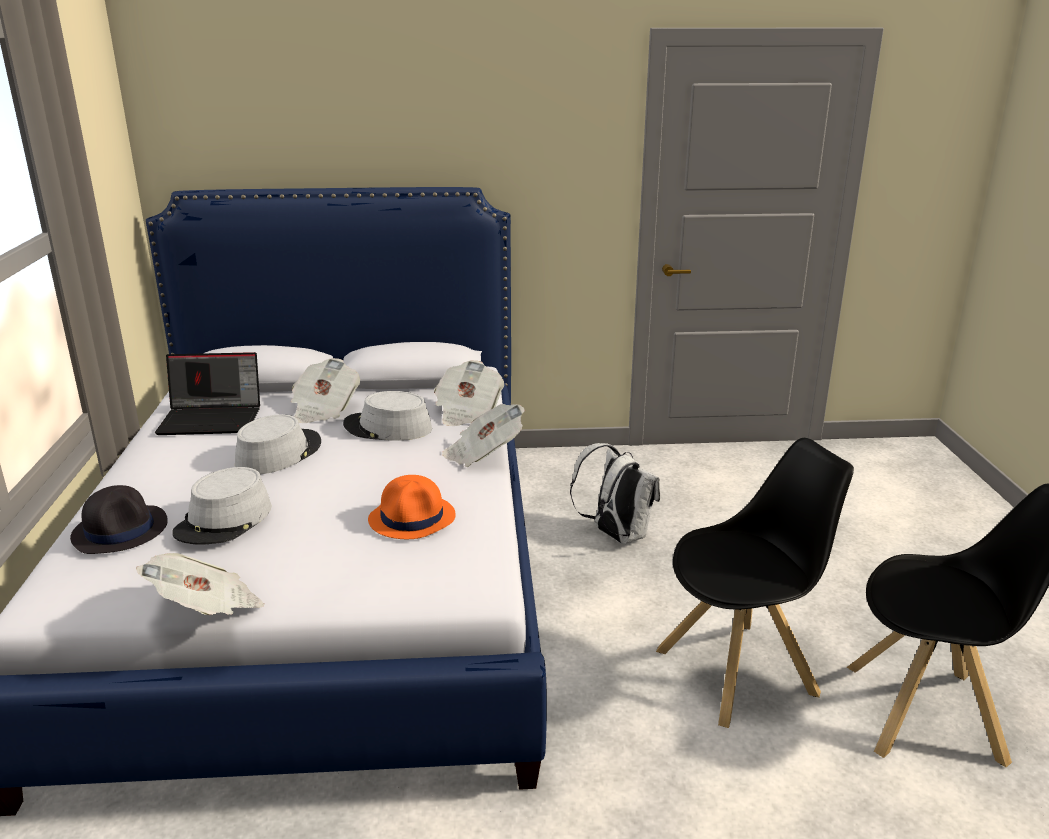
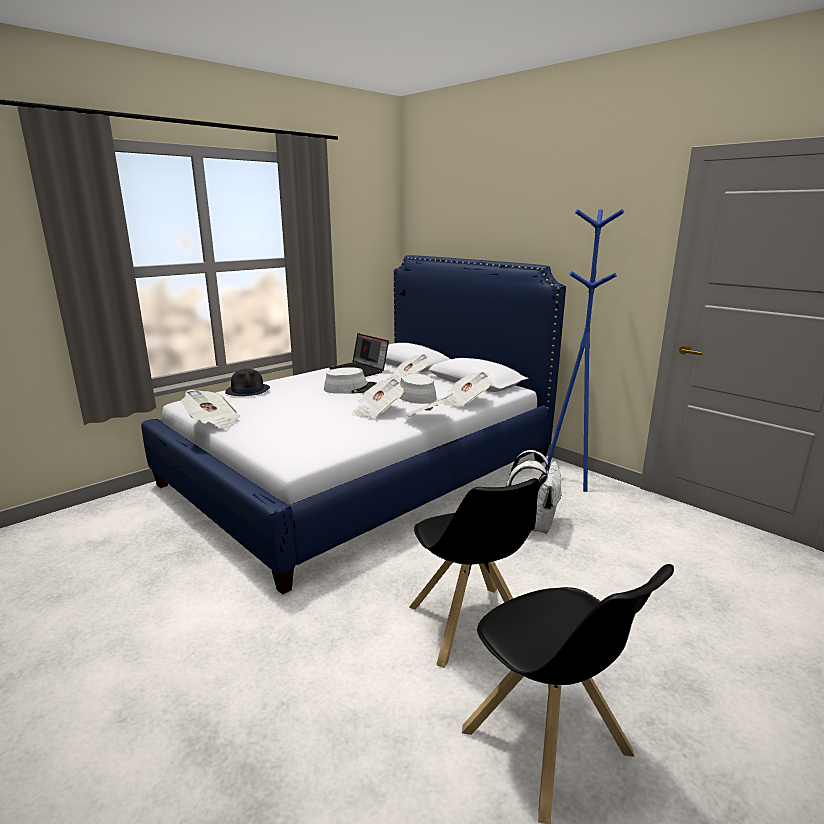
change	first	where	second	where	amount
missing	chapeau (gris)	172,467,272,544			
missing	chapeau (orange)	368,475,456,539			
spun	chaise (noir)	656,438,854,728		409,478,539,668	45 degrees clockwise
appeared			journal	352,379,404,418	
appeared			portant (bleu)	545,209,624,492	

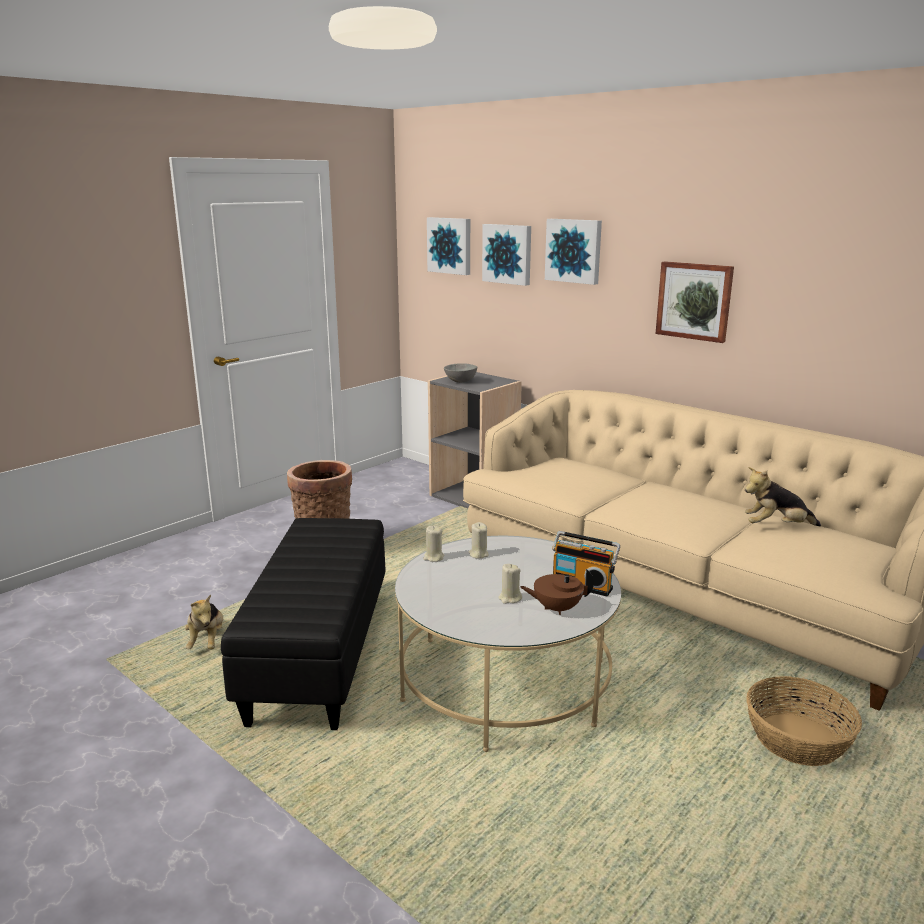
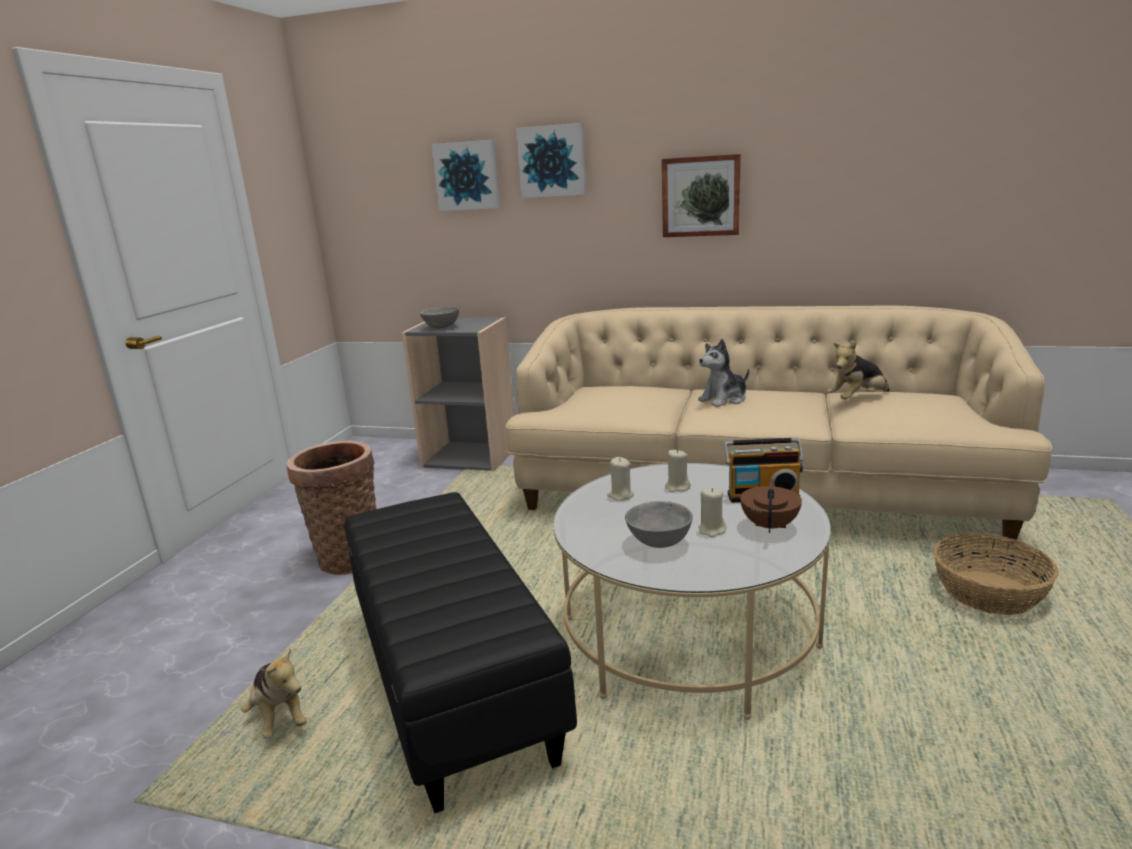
change	first	where	second	where	amount
relocated	bougie (beige)	423,526,444,562		665,449,691,492	
missing	tableau	427,217,470,275			
spun	théière (marron)	520,569,594,615		740,480,802,533	135 degrees clockwise
appeared			bol (gris)	625,501,693,548	
appeared			peluche	698,339,749,407	

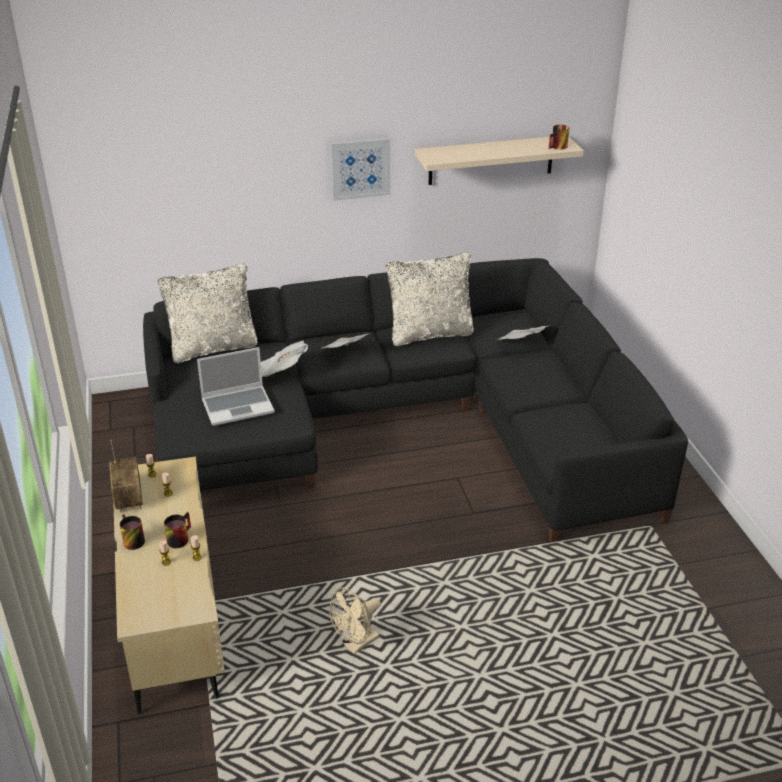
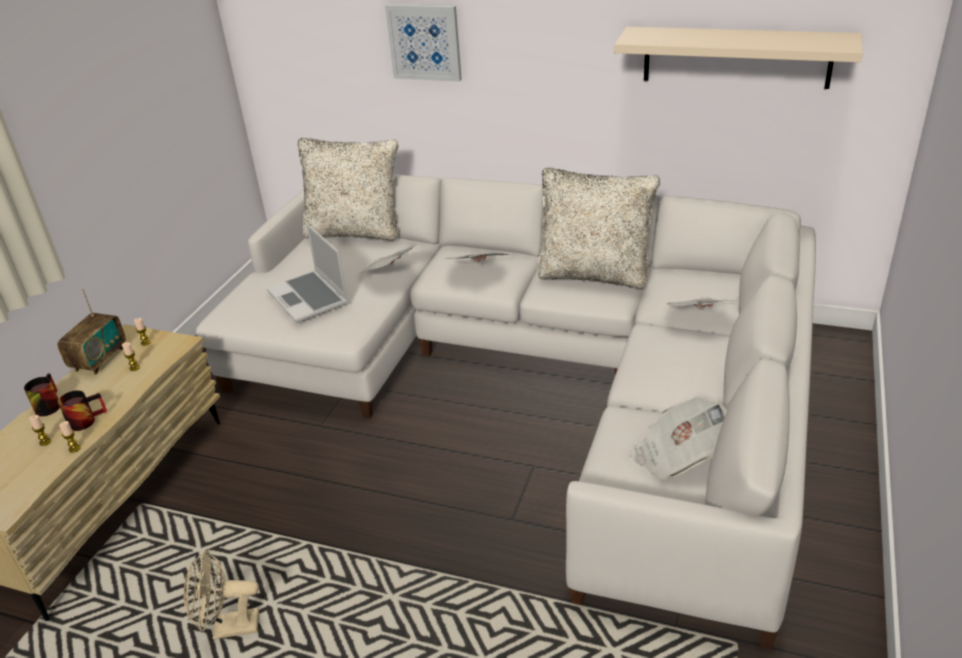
change	first	where	second	where	amount
colour	canapé (noir)	143,258,688,542	canapé (blanc)	196,174,816,650	
spun	ordinateur portable	197,347,275,426		267,223,348,323	45 degrees clockwise
relocated	tableau	331,138,390,201		385,4,462,82	
missing	mug	549,125,569,150			
appeared			journal	629,397,727,481	

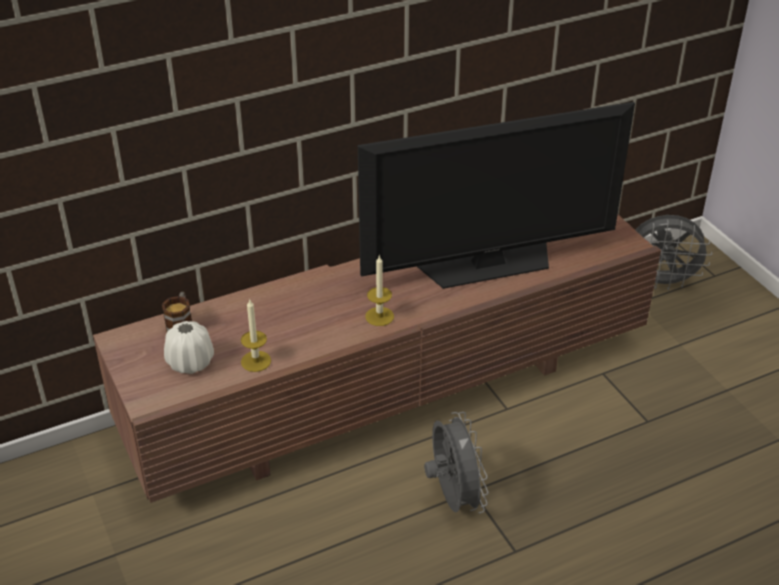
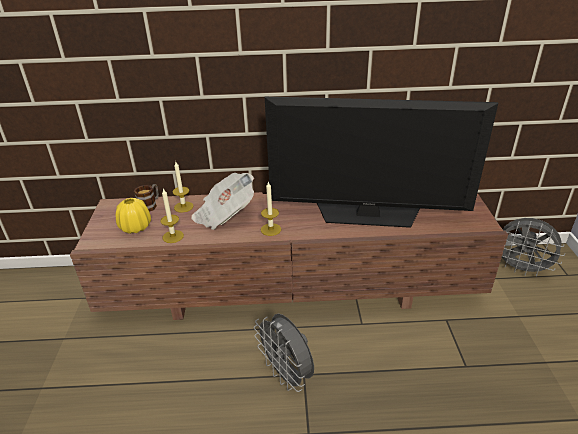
change	first	where	second	where	amount
colour	vase (blanc)	164,321,214,374	vase (jaune)	116,198,151,234	
spun	ventilateur (gris)	424,412,488,513		254,314,314,392	135 degrees clockwise
appeared			bougie	173,162,194,213	
appeared			journal	191,173,254,230	

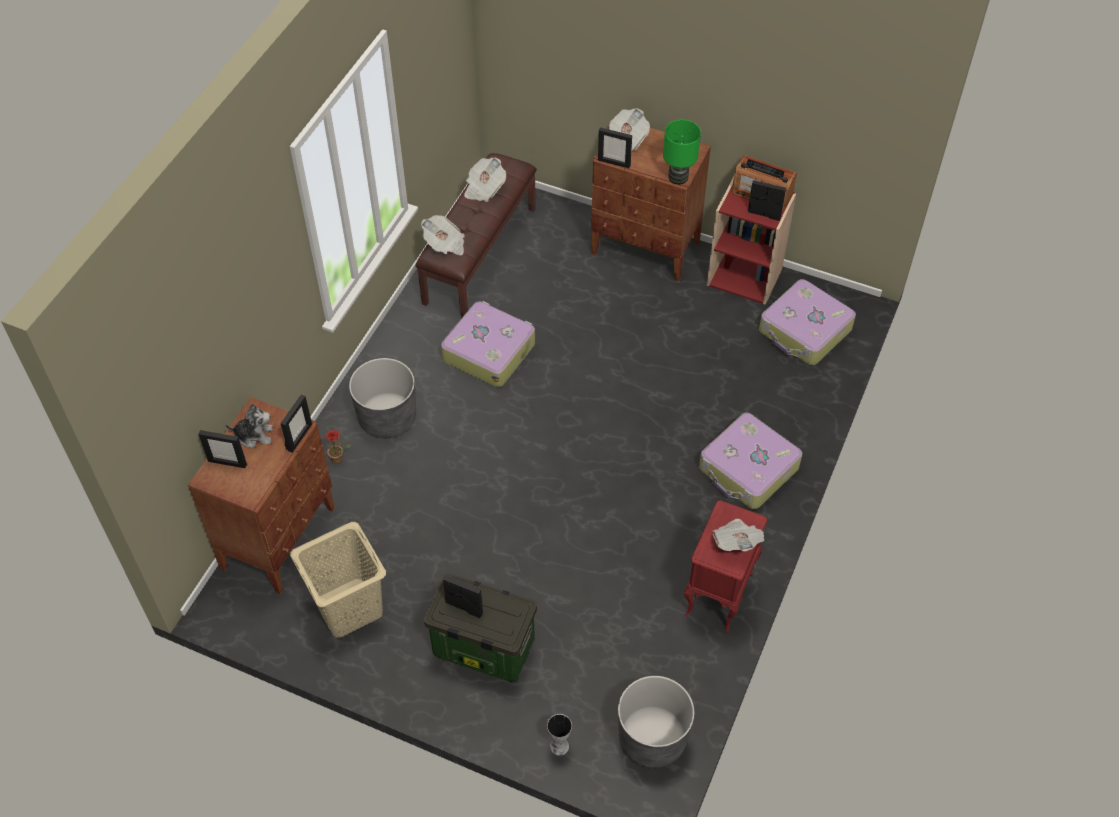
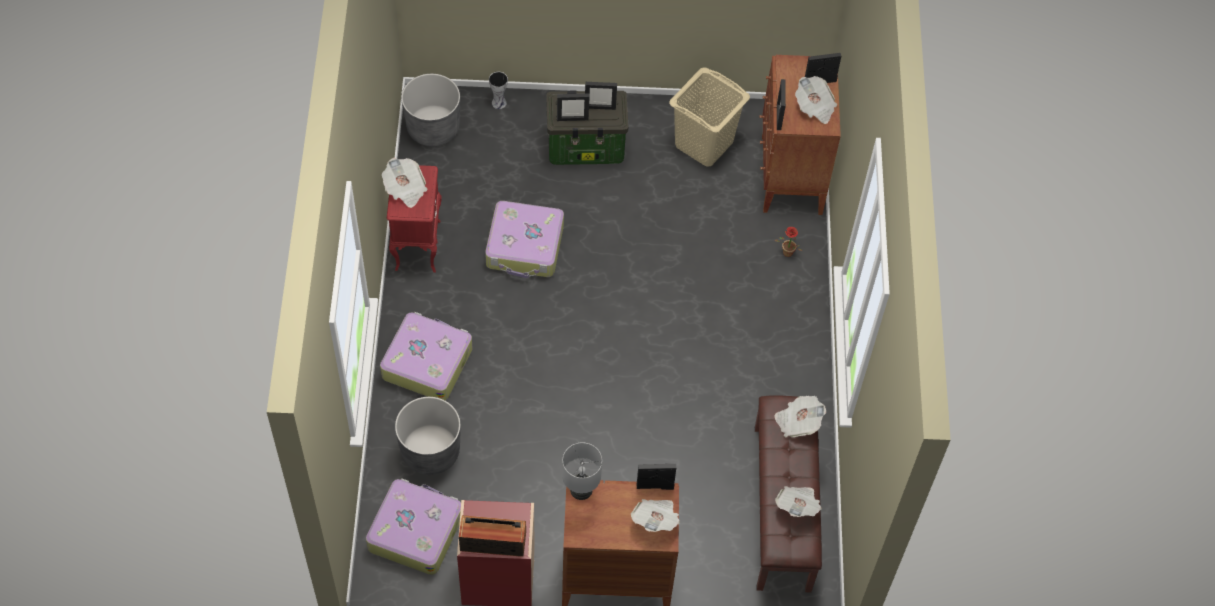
change	first	where	second	where	amount
exchanged	peluche	225,404,273,448	journal	795,76,837,124	
relocated	cache-pot (gris)	349,358,416,438		395,397,461,475	
relocated	valise	441,301,535,387		485,201,564,278	
colour	lampe de table (vert)	663,120,701,184	lampe de table (gris)	562,442,602,500	
relocated	cadre photo	748,180,786,221		557,94,589,121	

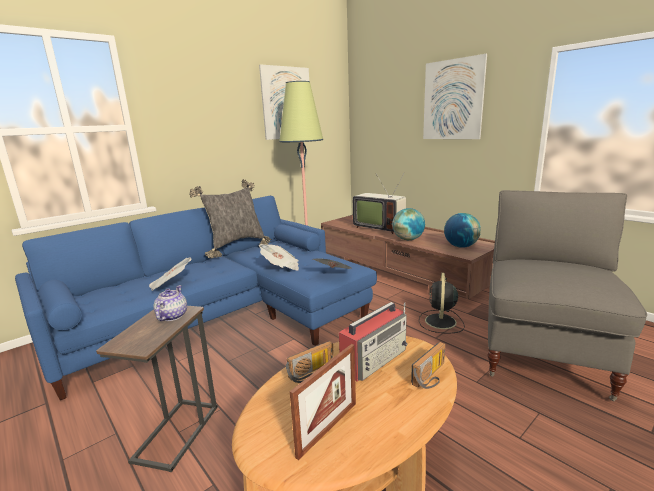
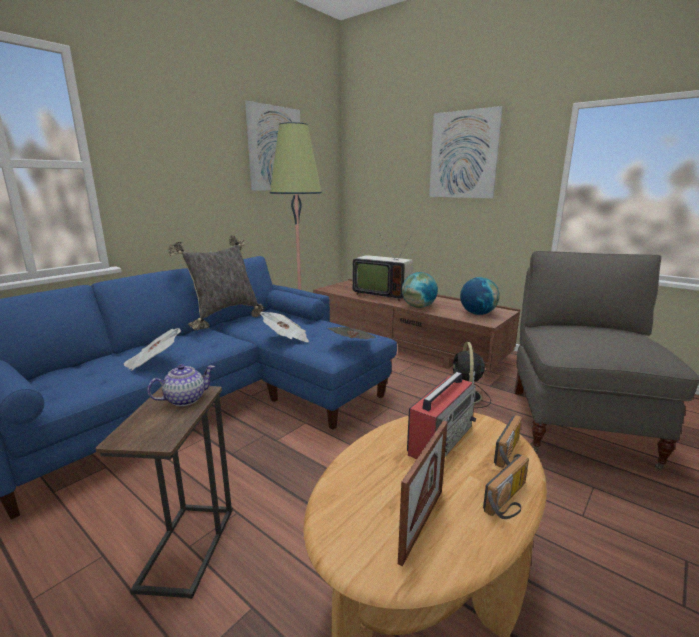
change	first	where	second	where	amount
spun	théière	154,285,187,321		147,364,215,406	60 degrees clockwise
relocated	radio	286,341,334,383		483,455,529,519	

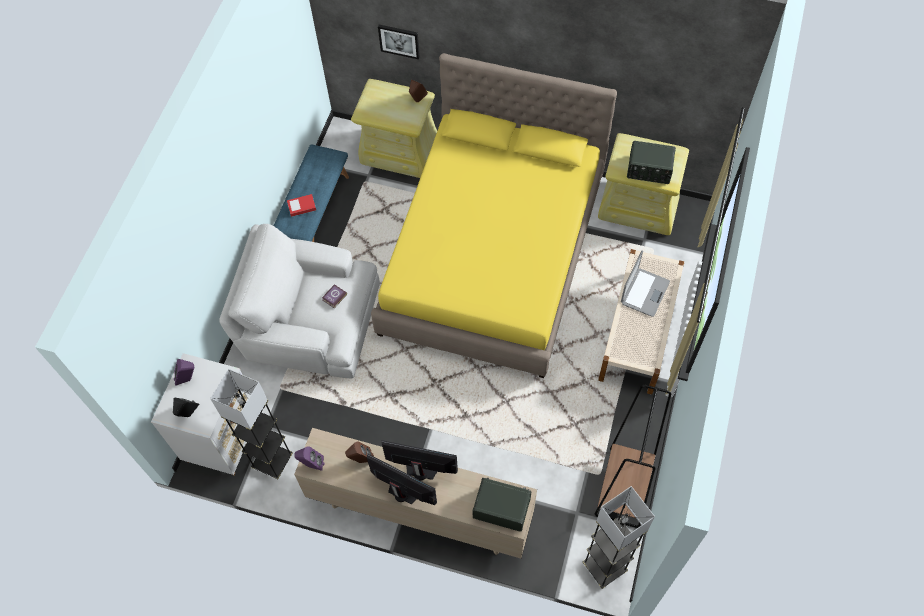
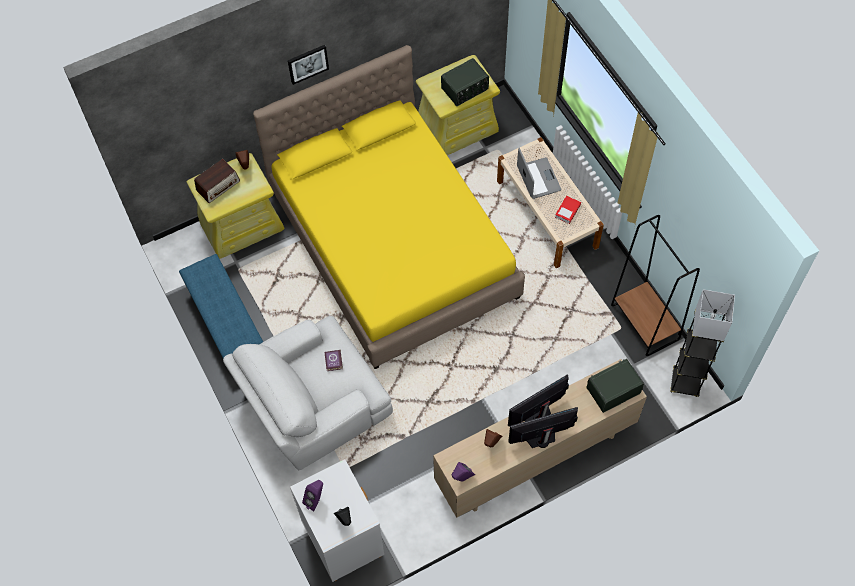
change	first	where	second	where	amount
missing	lampadaire (gris)	210,369,293,479			
relocated	livre	287,194,316,217		555,196,581,224	
relocated	tableau	378,25,420,59		288,45,329,85	
appeared			radio	194,159,240,203	

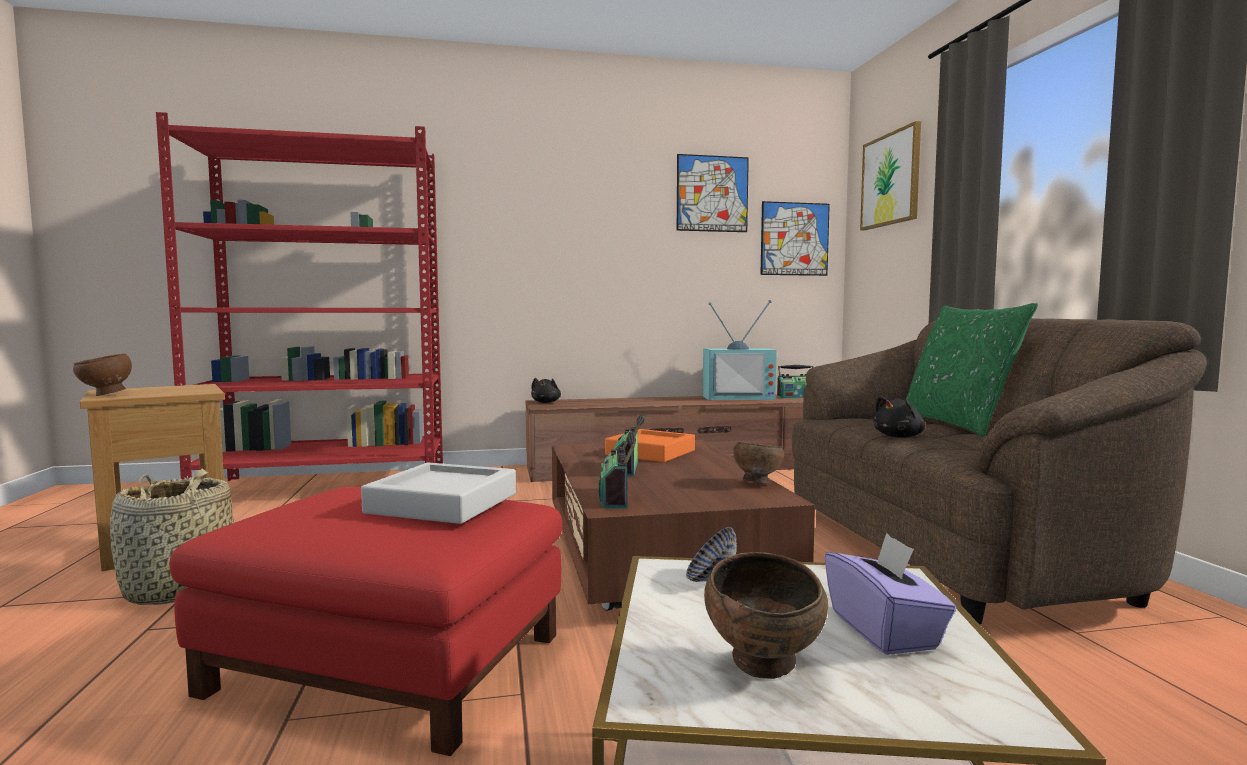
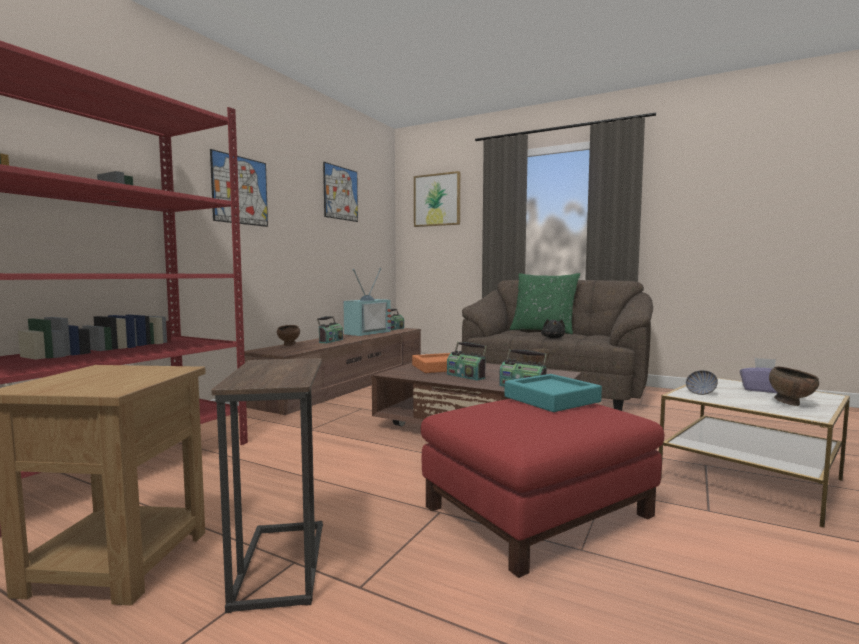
change	first	where	second	where	amount
relocated	bol (marron)	73,354,132,396		277,325,300,346	
exchanged	panier	110,468,234,605	table d'appoint (marron)	211,358,323,613	
colour	plateau (gris)	361,462,516,524	plateau (turquoise)	504,374,602,412	
missing	peluche (noir)	531,378,561,403			
relocated	tableau	760,201,830,276		210,149,268,227	
appeared			radio	317,316,343,343	

